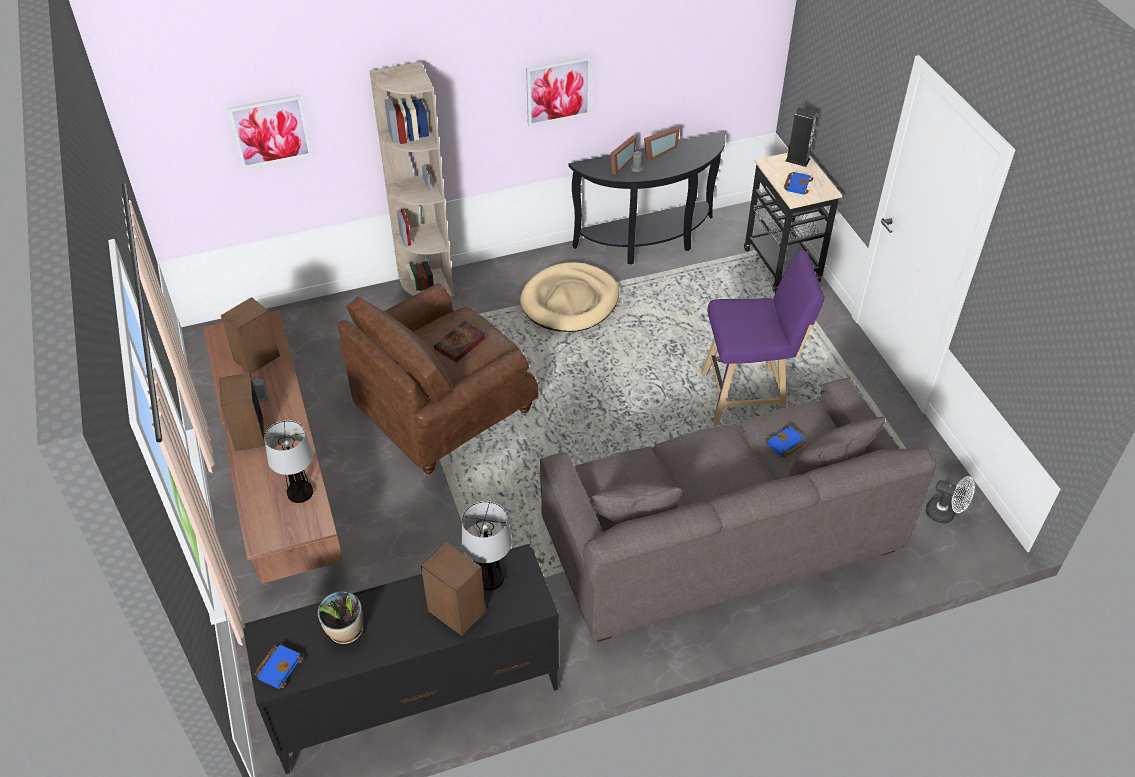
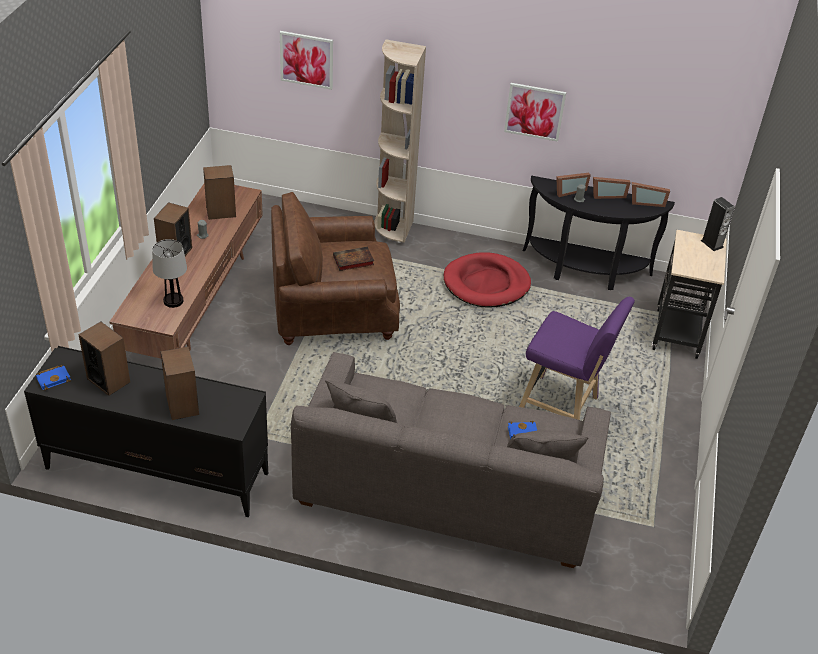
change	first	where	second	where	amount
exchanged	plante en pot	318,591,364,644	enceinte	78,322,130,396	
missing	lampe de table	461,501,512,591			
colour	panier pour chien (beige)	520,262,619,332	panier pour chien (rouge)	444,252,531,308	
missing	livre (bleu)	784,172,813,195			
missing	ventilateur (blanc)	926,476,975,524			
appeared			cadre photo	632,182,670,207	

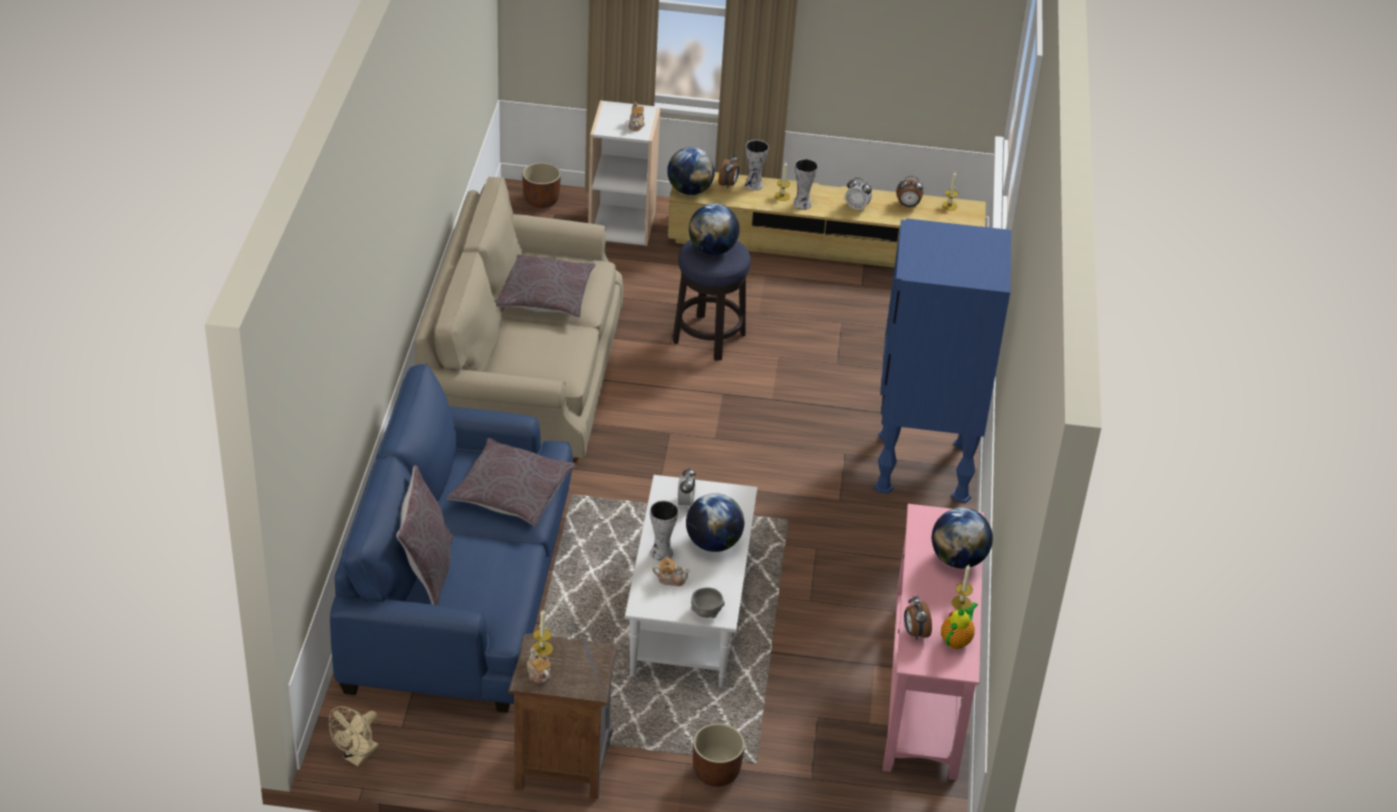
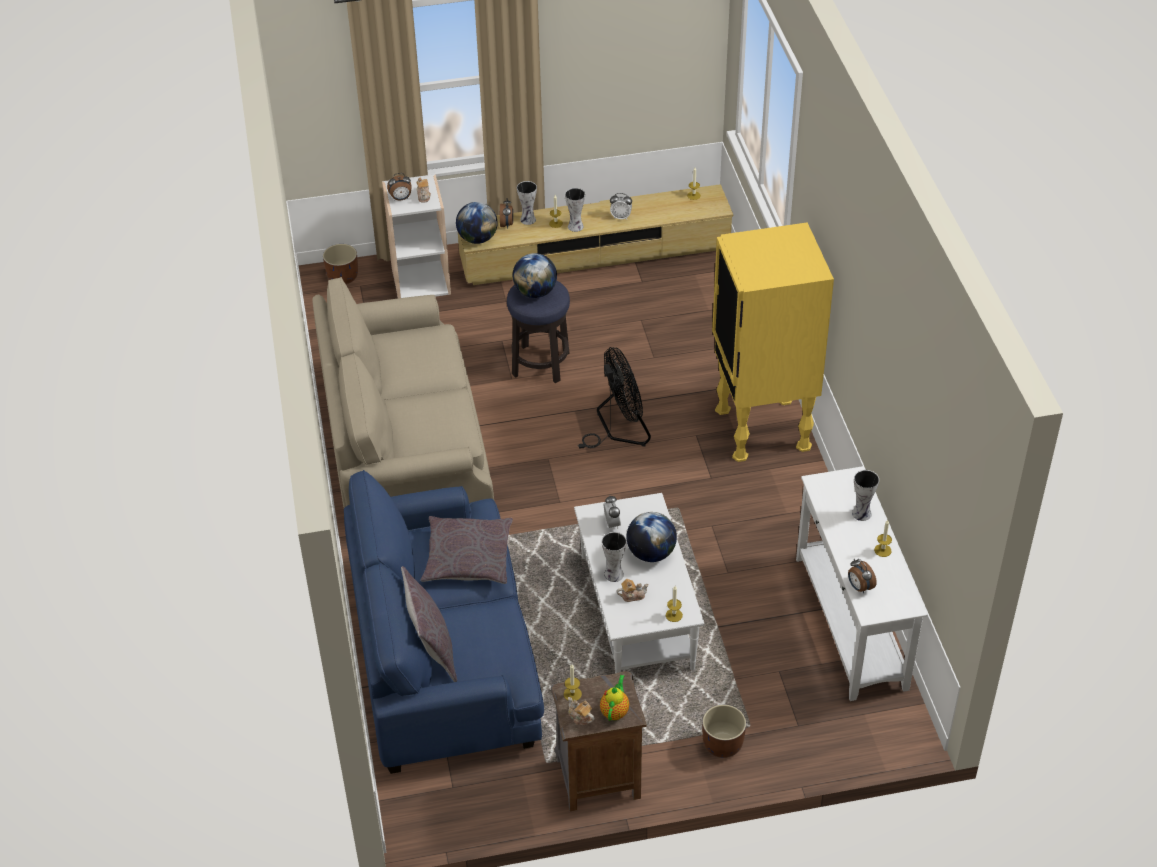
change	first	where	second	where	amount
missing	ventilateur (beige)	329,706,379,766			
missing	coussin (gris)	495,254,595,317			
exchanged	bol (gris)	691,588,725,618	bougie	666,586,683,622	
colour	meuble de rangement (bleu)	874,218,1011,503	meuble de rangement (jaune)	712,222,834,462	
colour	table console (rose)	883,504,984,780	table console (blanc)	796,466,928,701	
relocated	réveil	896,176,923,207		387,173,412,200	
exchanged	globe	932,508,993,568	vase	852,470,879,521	
relocated	théière	941,602,978,649		600,675,629,721	
appeared			ventilateur (noir)	577,347,651,449	

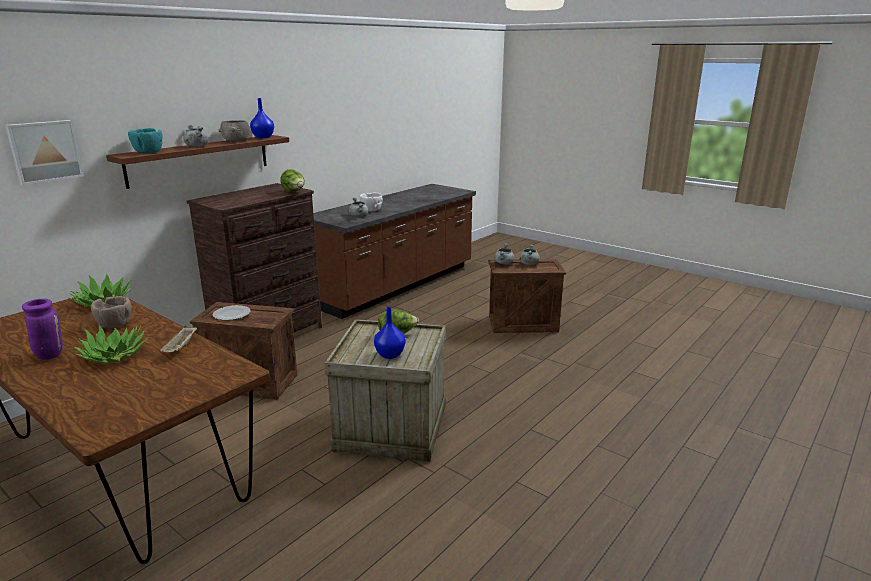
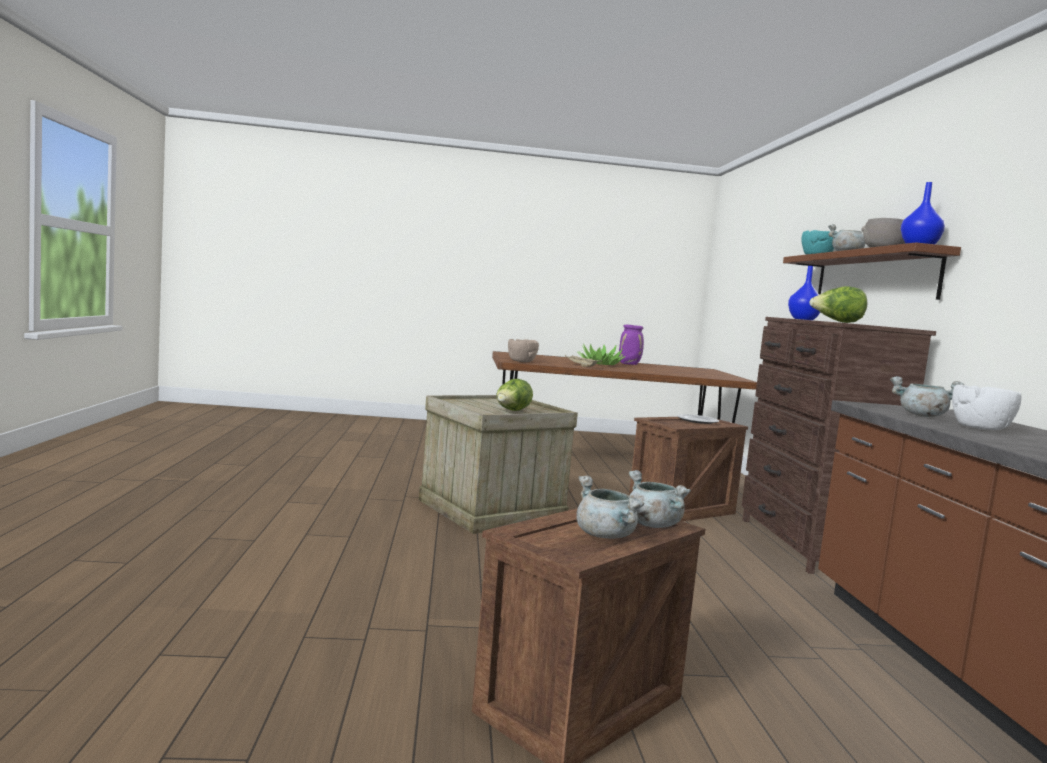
change	first	where	second	where	amount
missing	tableau	5,120,84,185			
missing	plante en pot	69,274,131,307			
relocated	bol (marron)	91,296,132,328		508,339,539,362	
relocated	vase (bleu)	374,307,406,359		788,266,820,320	

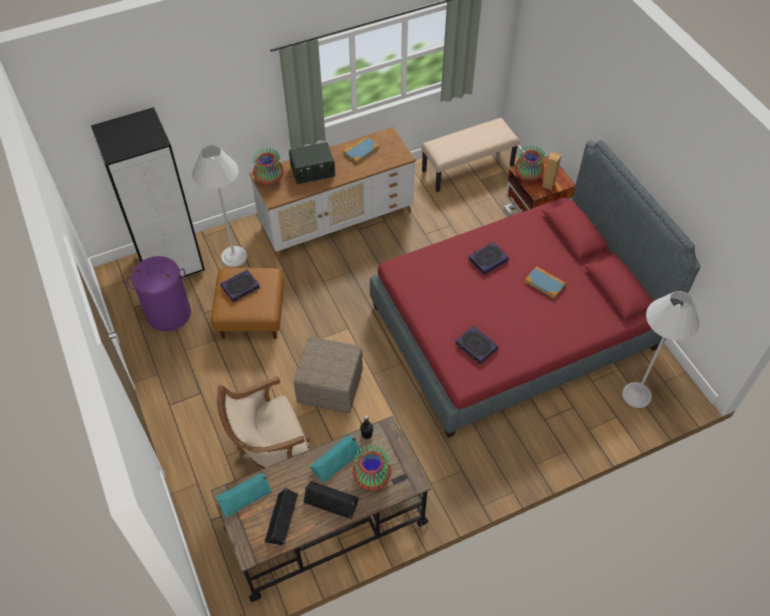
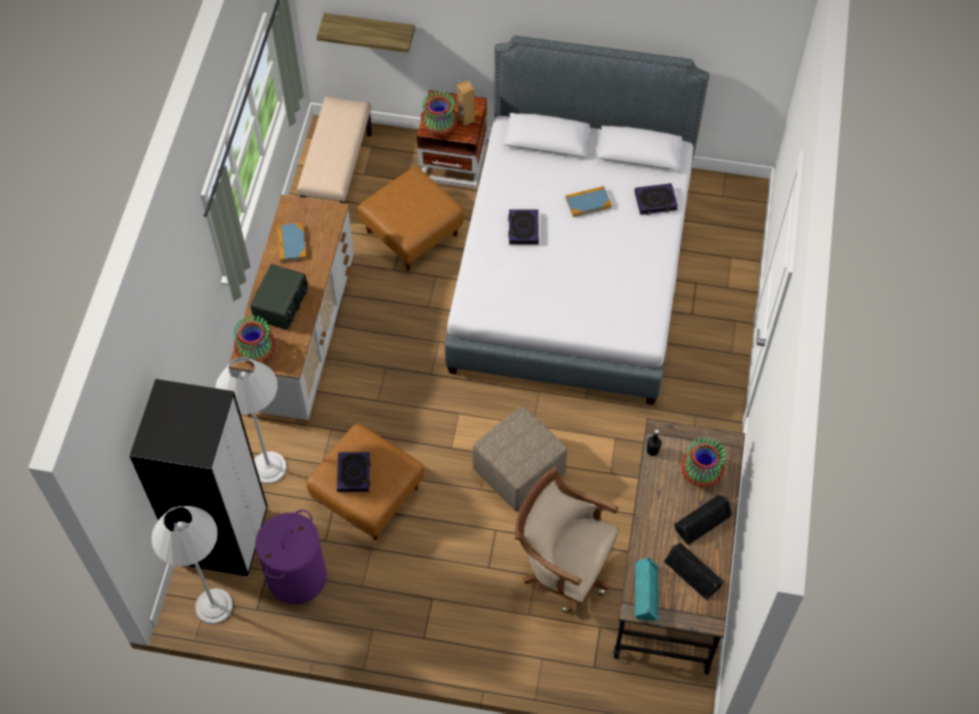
change	first	where	second	where	amount
spun	chaise de bureau	217,377,310,469		515,466,619,613	105 degrees clockwise
missing	enceinte (turquoise)	310,435,361,483			
colour	lit (rouge)	370,140,701,438	lit (gris)	445,36,709,405	
relocated	livre	455,326,498,364		634,183,678,215	
relocated	lampadaire (blanc)	622,291,700,408		152,506,233,624	
appeared			étagère	316,13,415,53	
appeared			pouf (marron)	357,167,464,271	

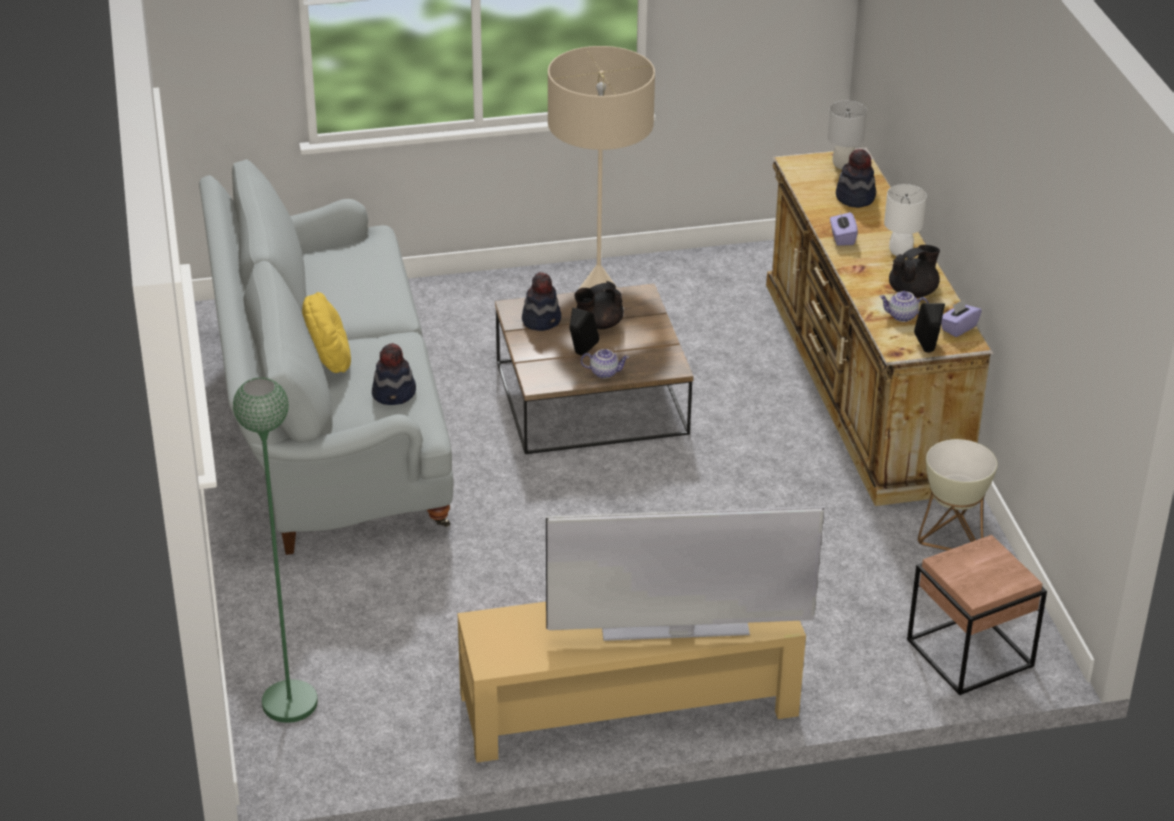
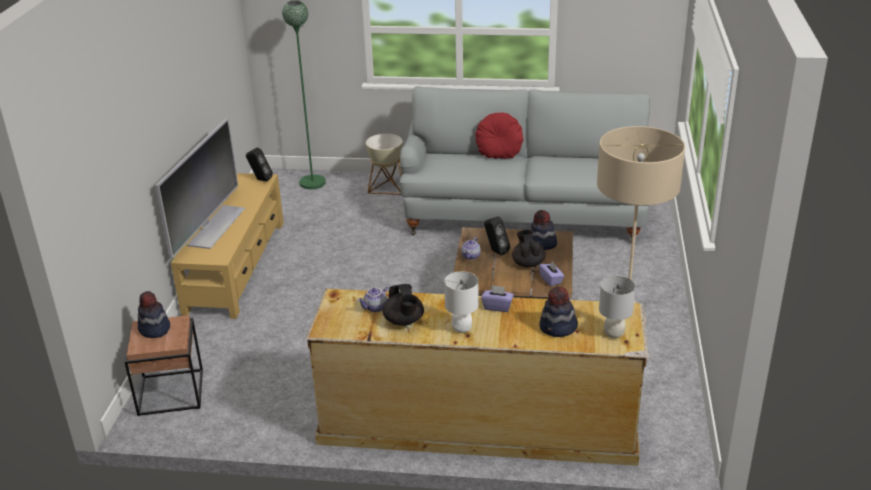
change	first	where	second	where	amount
colour	coussin (jaune)	302,292,351,373	coussin (rouge)	475,112,523,159	
relocated	chapeau	372,343,416,405		138,291,170,338	
spun	théière	879,291,929,322		357,287,390,312	150 degrees counterclockwise
relocated	enceinte (noir)	914,303,945,353		246,147,273,182	
relocated	cache-pot	918,439,998,550		366,134,403,195	
relocated	boîte à mouchoirs (violet)	941,299,982,337		539,261,564,286	

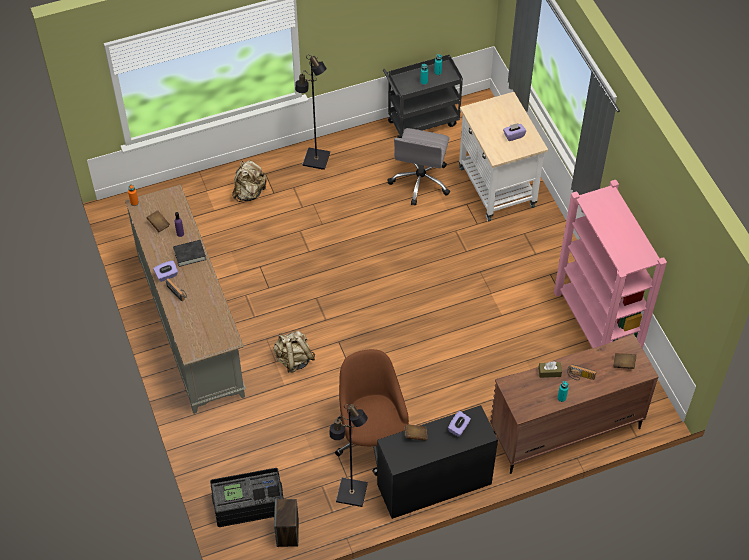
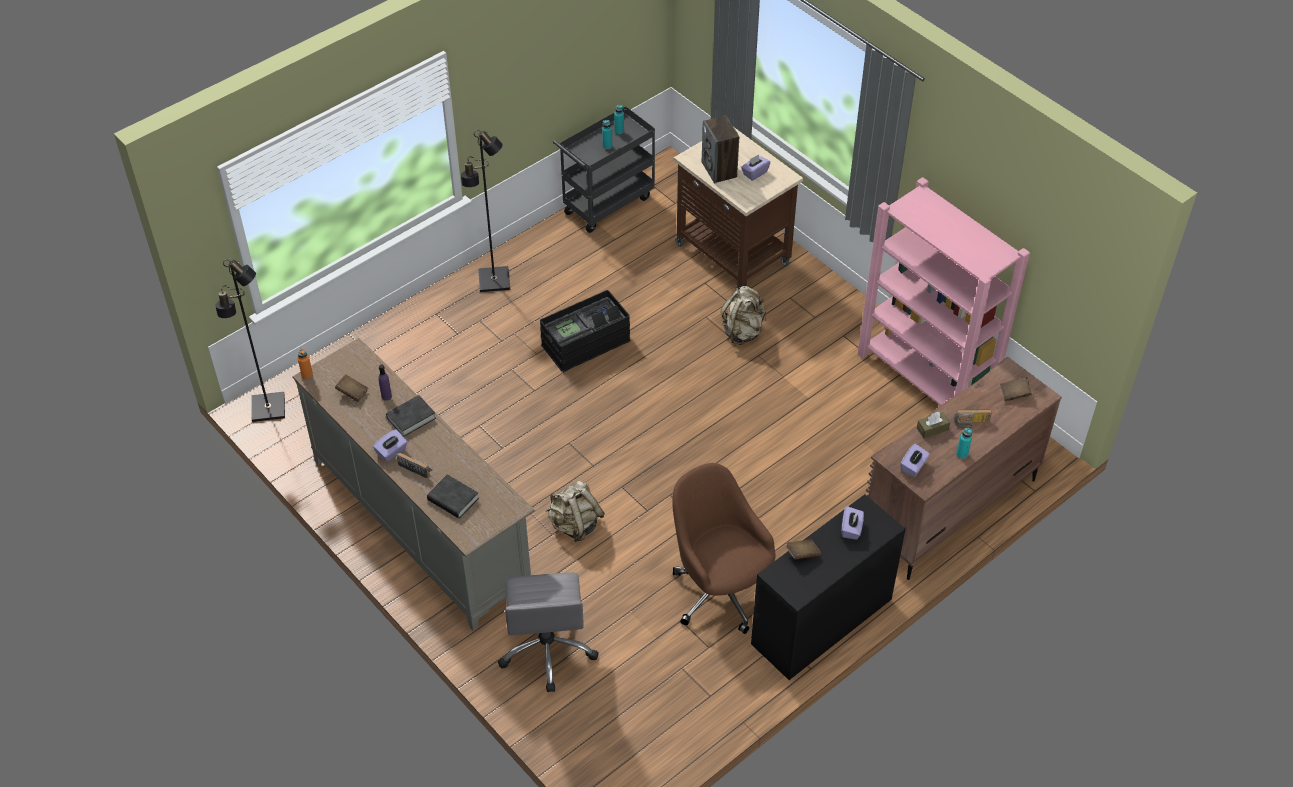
change	first	where	second	where	amount
relocated	boîte de rangement (noir)	210,468,284,527		540,290,630,372	
relocated	sac à dos (beige)	232,160,267,202		721,286,766,345	
relocated	enceinte	274,499,299,547		702,115,739,184	
relocated	lampadaire (noir)	329,404,368,507		215,259,285,422	
relocated	chaise de bureau (gris)	388,128,450,206		498,572,599,692	
colour	chariot (blanc)	459,92,548,221	chariot (marron)	674,127,803,289	
appeared			livre (noir)	427,474,479,519	
appeared			boîte à mouchoirs (violet)	900,444,930,477	

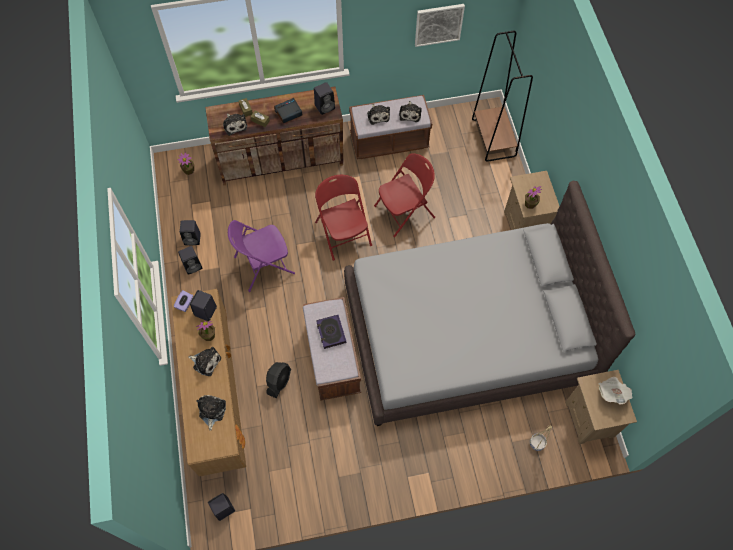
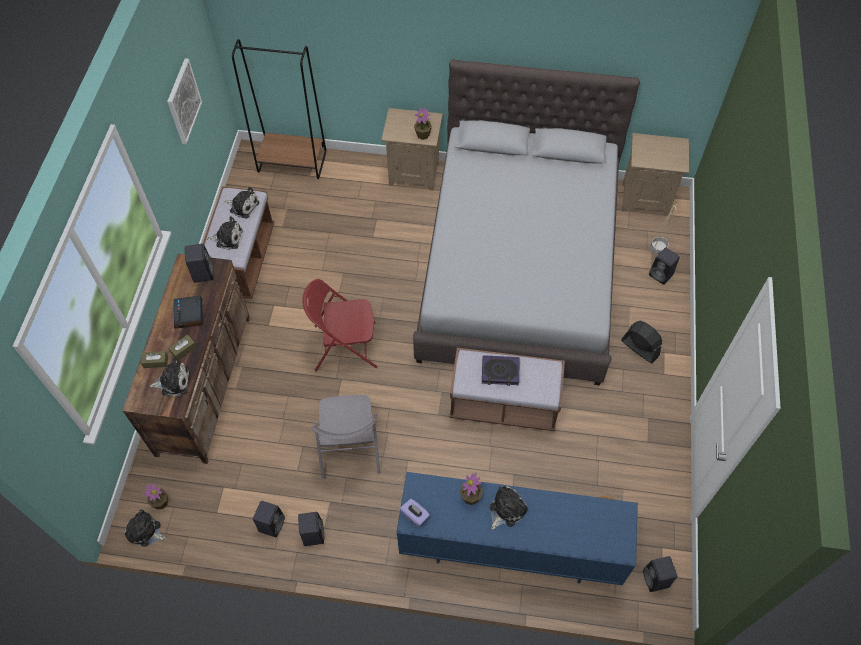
change	first	where	second	where	amount
colour	commode (marron)	171,289,246,477	commode (bleu)	397,472,638,585	
relocated	enceinte (noir)	190,290,217,321		649,247,680,285	
relocated	peluche	197,395,226,431		125,509,166,547	
colour	chaise (violet)	228,220,295,292	chaise (gris)	311,395,381,479	
relocated	ventilateur (noir)	266,362,292,398		621,321,662,363	
missing	chaise (rouge)	374,153,435,238			
missing	journal	598,377,633,404			

